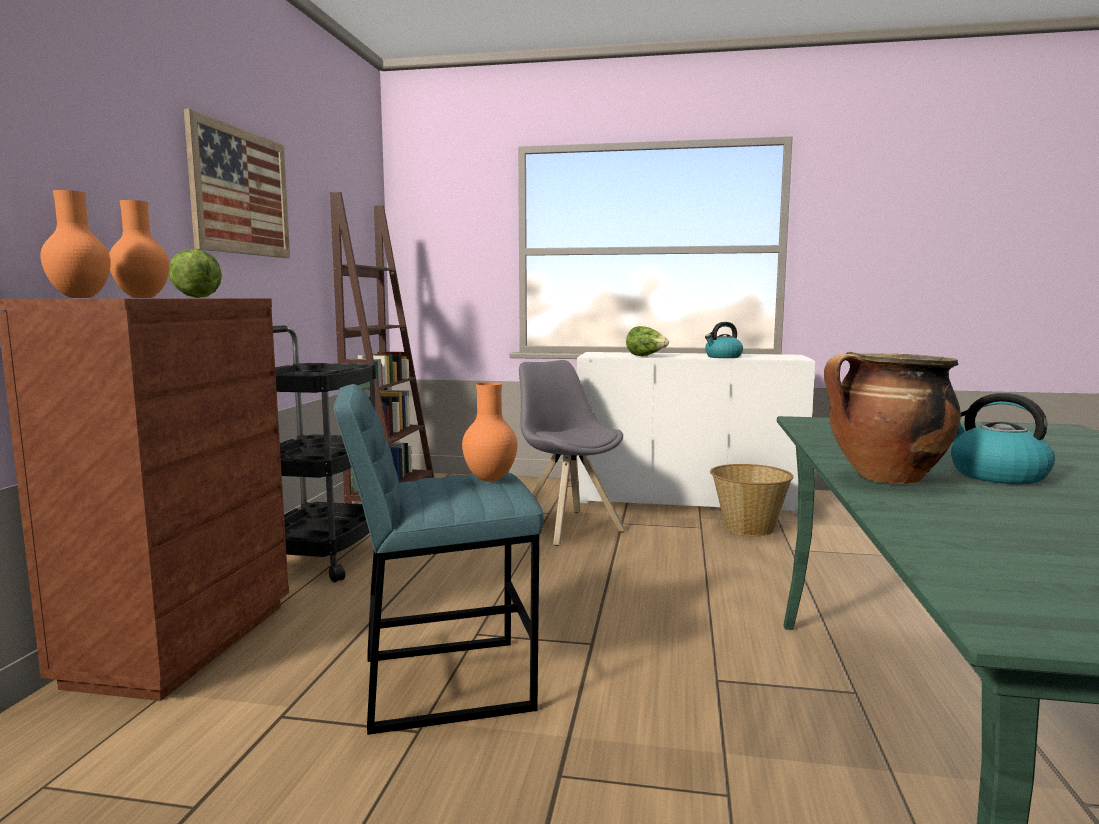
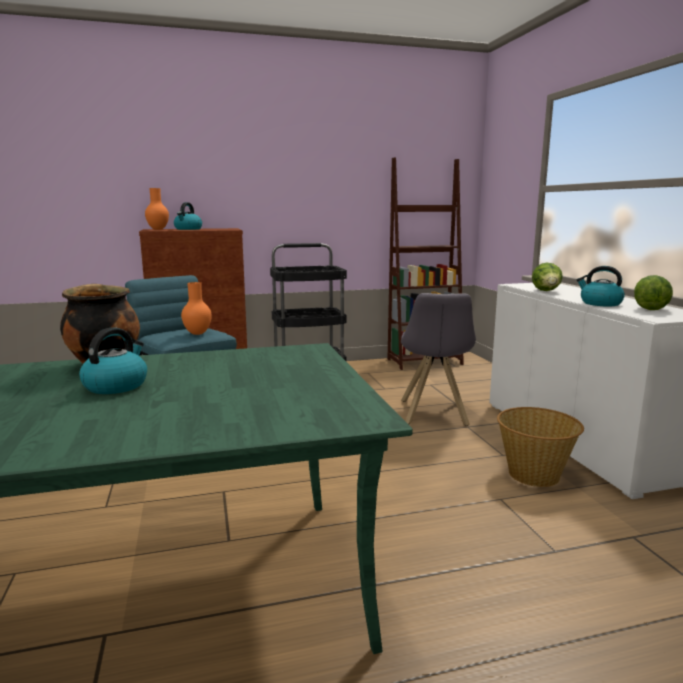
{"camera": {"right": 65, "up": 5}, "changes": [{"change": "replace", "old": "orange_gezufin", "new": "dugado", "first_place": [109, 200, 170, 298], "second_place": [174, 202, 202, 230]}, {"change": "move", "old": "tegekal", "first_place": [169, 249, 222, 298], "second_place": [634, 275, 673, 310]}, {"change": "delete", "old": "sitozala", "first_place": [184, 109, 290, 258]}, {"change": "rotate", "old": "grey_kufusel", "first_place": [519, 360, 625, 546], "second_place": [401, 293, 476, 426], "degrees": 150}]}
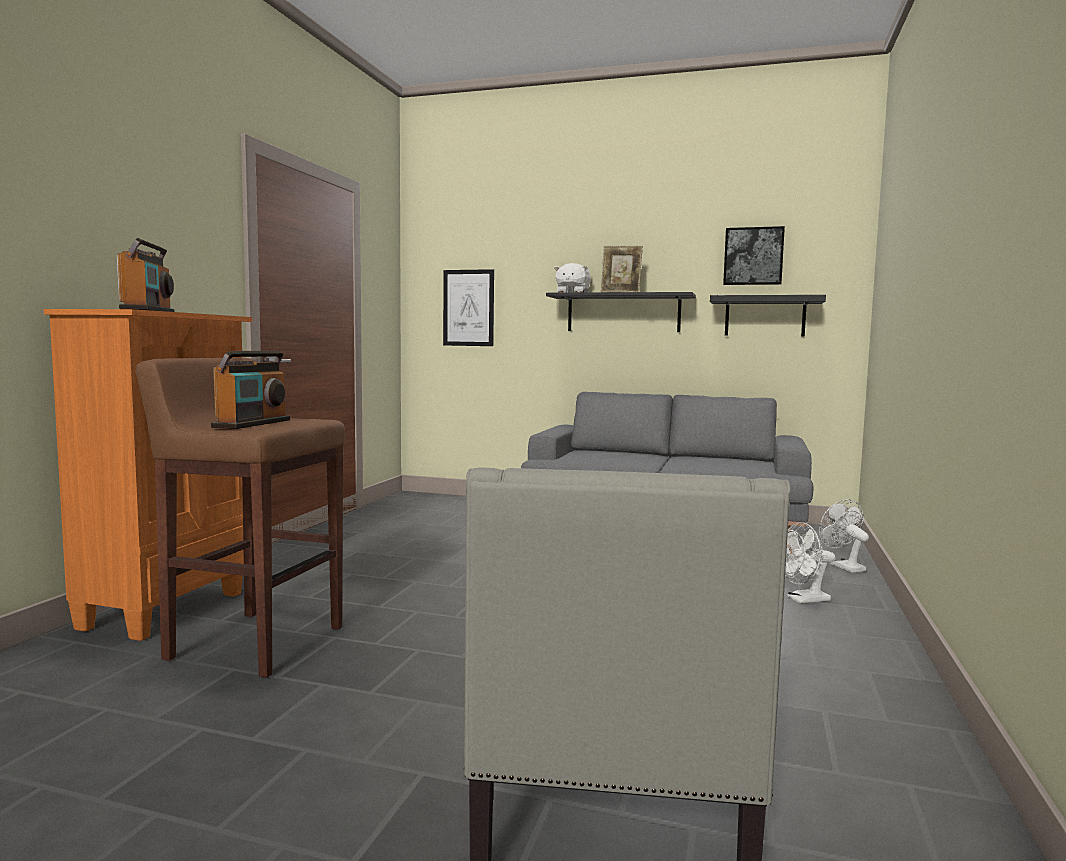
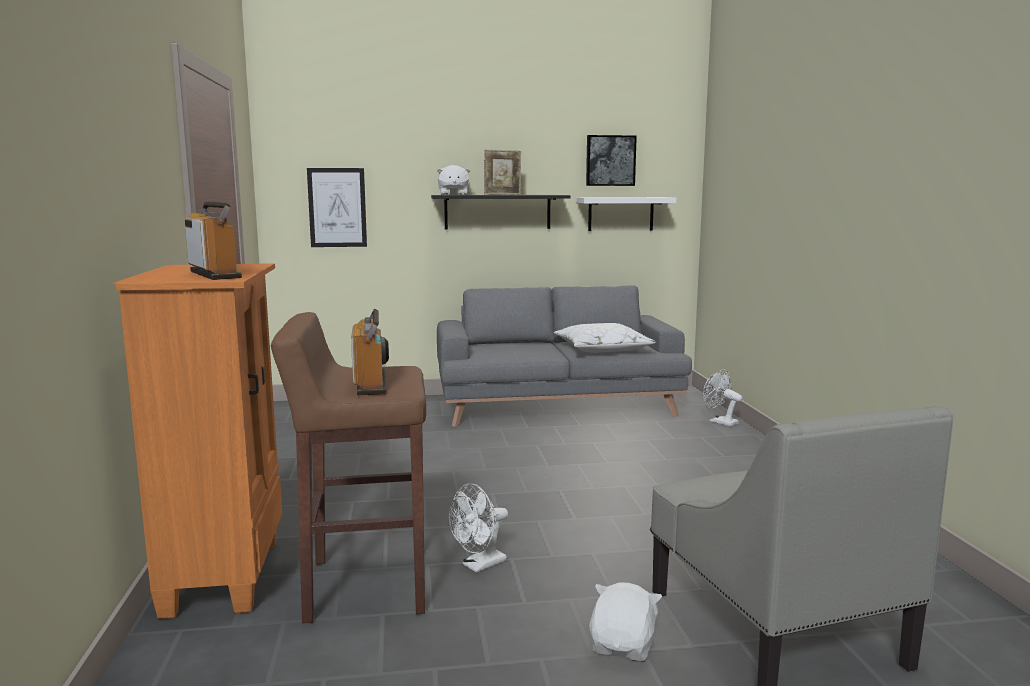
{"camera": {"right": -25, "up": 5}, "changes": [{"change": "recolor", "old": "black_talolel", "new": "white_talolel", "first_place": [710, 295, 826, 336], "second_place": [577, 197, 676, 231]}, {"change": "move", "old": "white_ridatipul", "first_place": [785, 522, 835, 604], "second_place": [449, 483, 508, 573]}, {"change": "insert", "new": "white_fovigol", "second_place": [554, 323, 656, 352]}, {"change": "insert", "new": "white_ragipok", "second_place": [589, 582, 662, 662]}]}
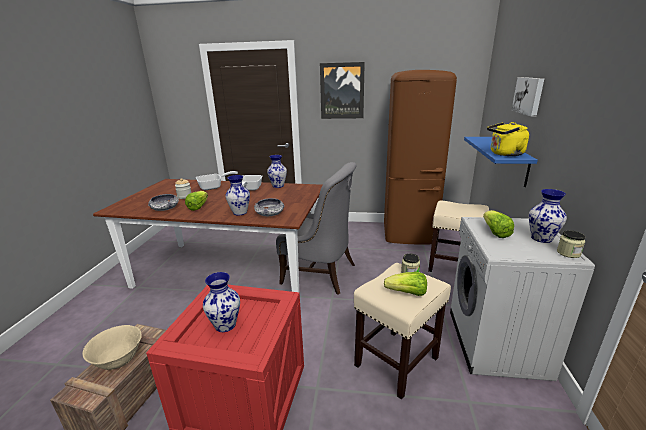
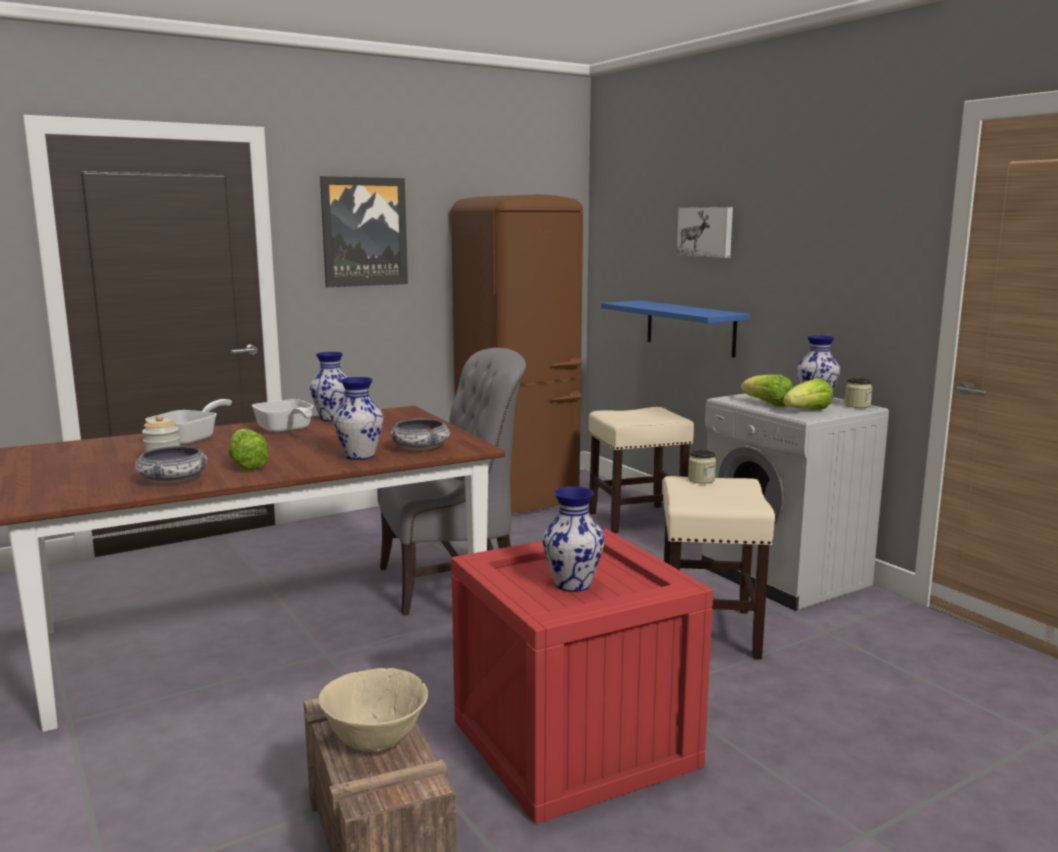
{"camera": {"right": -40, "up": -10}, "changes": [{"change": "move", "old": "tegekal", "first_place": [384, 272, 427, 296], "second_place": [783, 378, 833, 410]}, {"change": "delete", "old": "yellow_dugado", "first_place": [487, 122, 529, 156]}]}
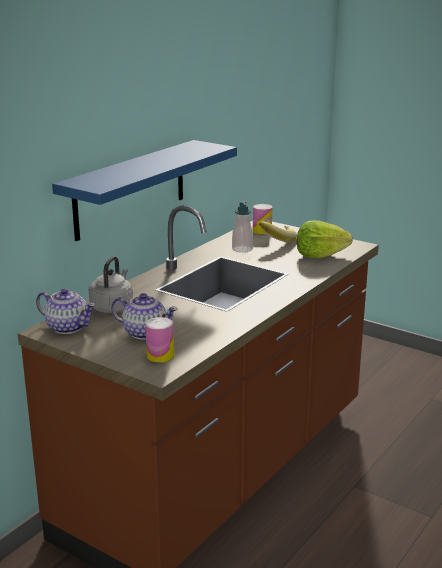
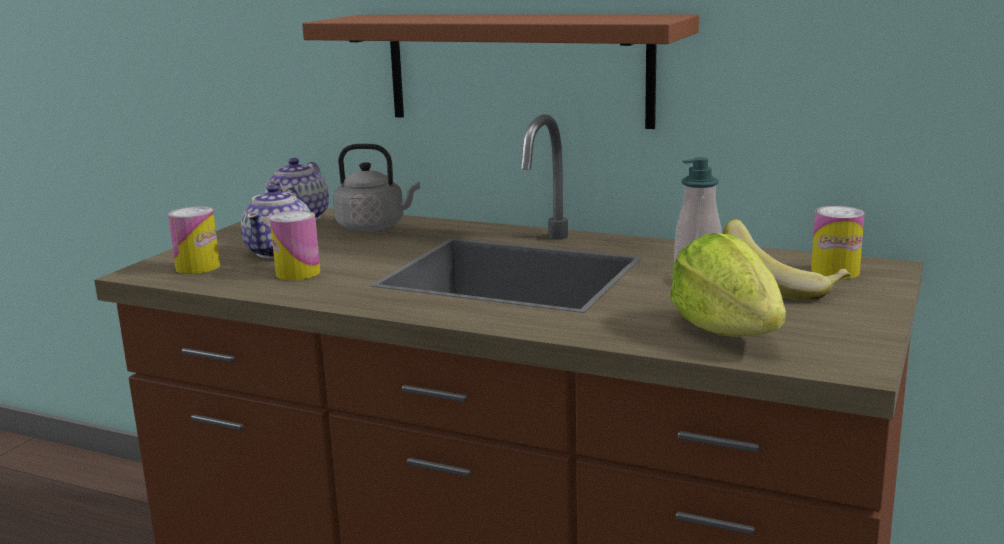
{"camera": {"right": 80, "up": -5}, "changes": [{"change": "recolor", "old": "blue_talolel", "new": "brown_talolel", "first_place": [52, 140, 237, 241], "second_place": [302, 14, 699, 129]}, {"change": "insert", "new": "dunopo", "second_place": [270, 211, 321, 280]}]}
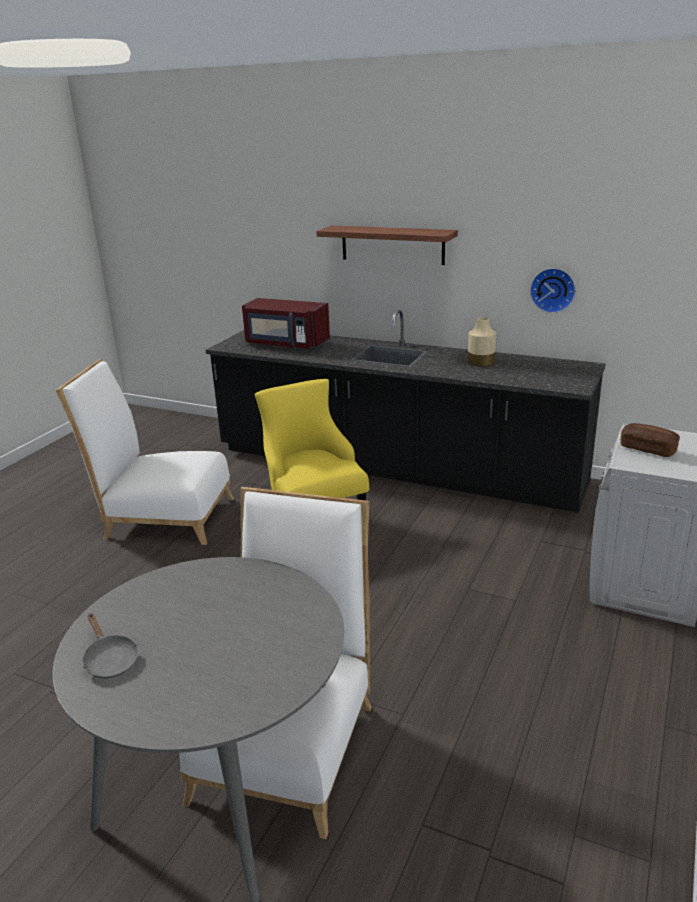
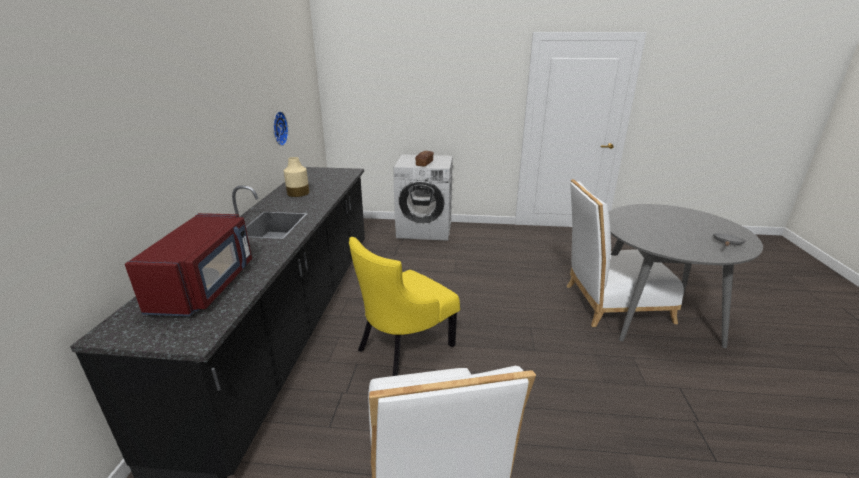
{"camera": {"right": -110, "up": 0}, "changes": [{"change": "delete", "old": "talolel", "first_place": [316, 225, 458, 265]}]}
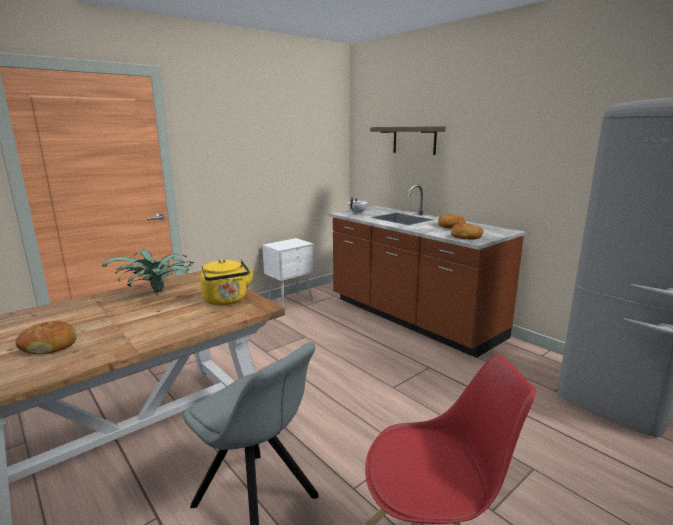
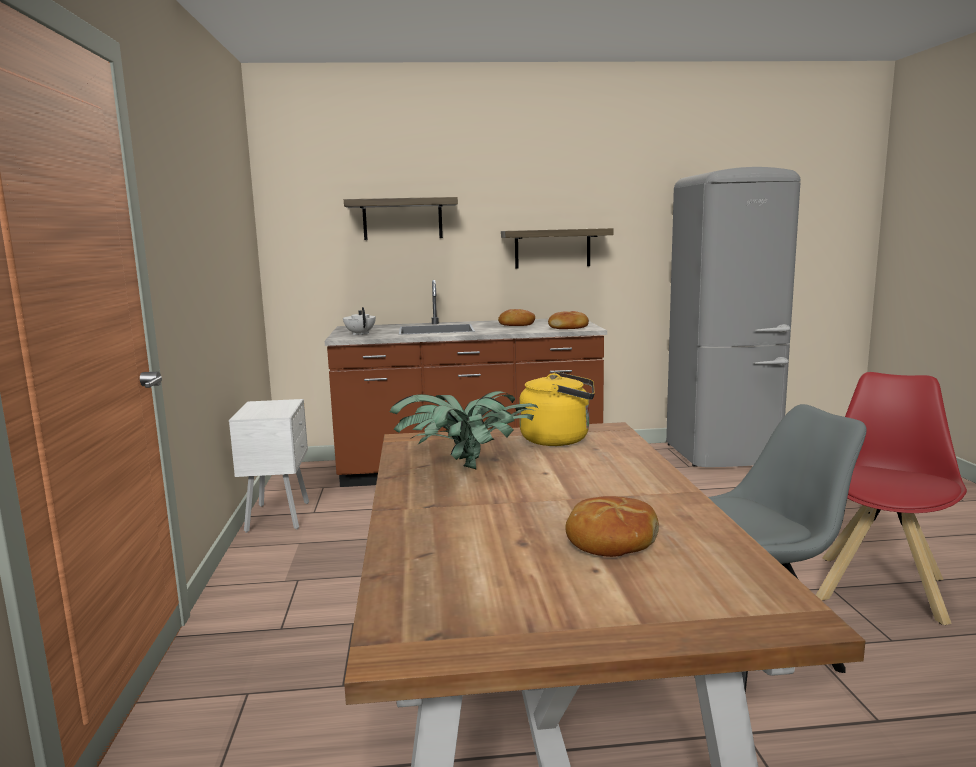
{"camera": {"right": -55, "up": -5}, "changes": [{"change": "insert", "new": "talolel", "second_place": [501, 228, 614, 269]}]}
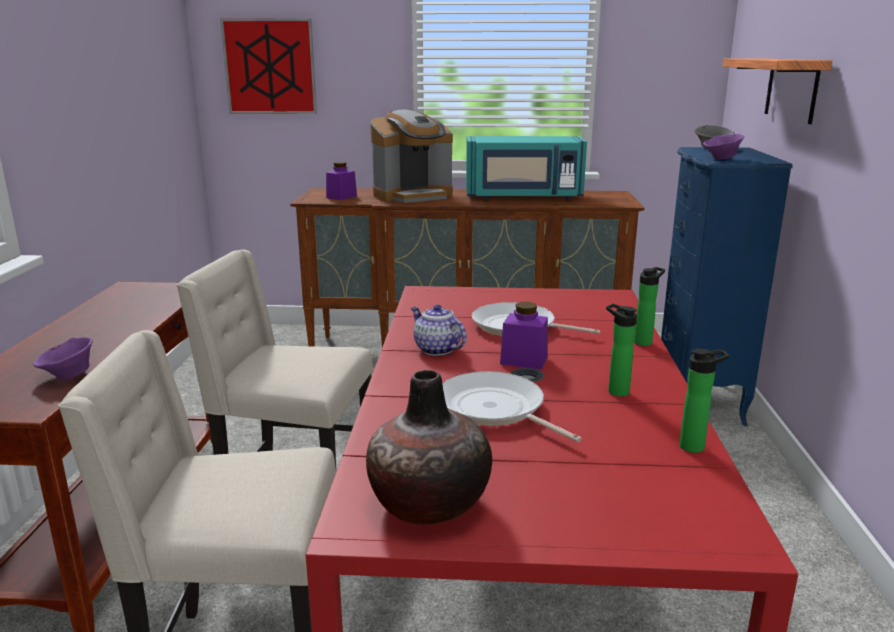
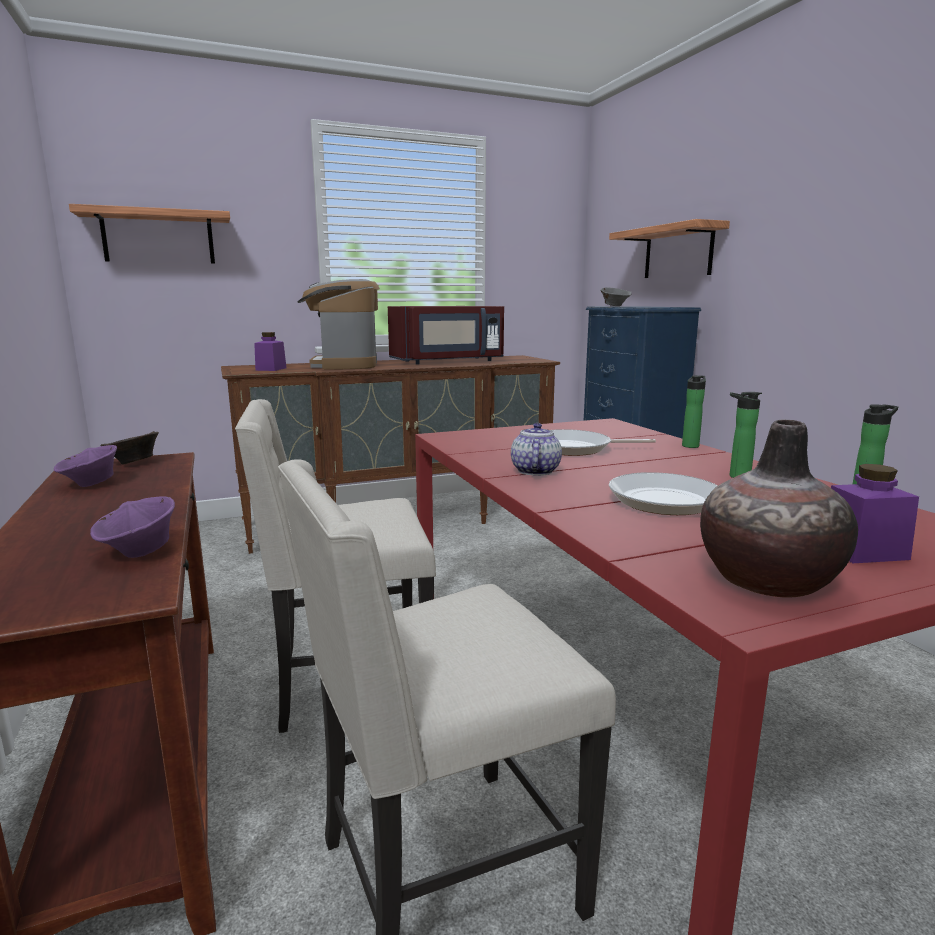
{"camera": {"right": -25, "up": -5}, "changes": [{"change": "replace", "old": "sitozala", "new": "talolel", "first_place": [220, 19, 317, 114], "second_place": [69, 204, 230, 264]}, {"change": "rotate", "old": "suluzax", "first_place": [370, 110, 453, 203], "second_place": [297, 279, 380, 369], "degrees": 135}, {"change": "rotate", "old": "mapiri", "first_place": [411, 305, 466, 356], "second_place": [511, 423, 562, 476], "degrees": 75}, {"change": "recolor", "old": "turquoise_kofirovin", "new": "red_kofirovin", "first_place": [466, 136, 587, 200], "second_place": [388, 306, 504, 364]}, {"change": "move", "old": "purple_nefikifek", "first_place": [500, 302, 548, 370], "second_place": [831, 464, 919, 563]}, {"change": "move", "old": "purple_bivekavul", "first_place": [703, 134, 744, 159], "second_place": [54, 445, 117, 487]}, {"change": "insert", "new": "brown_bivekavul", "second_place": [101, 431, 159, 465]}]}
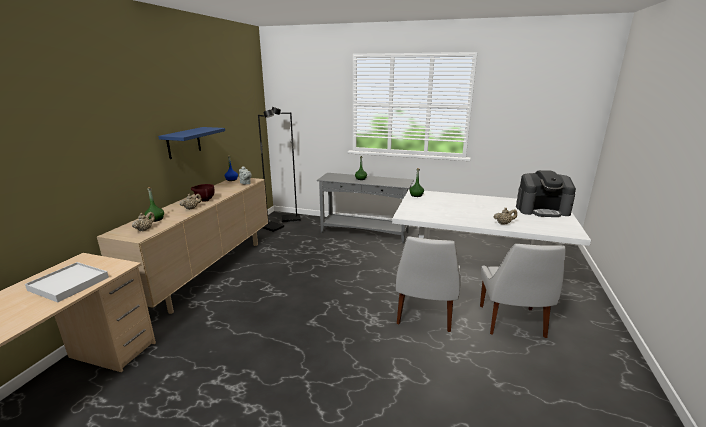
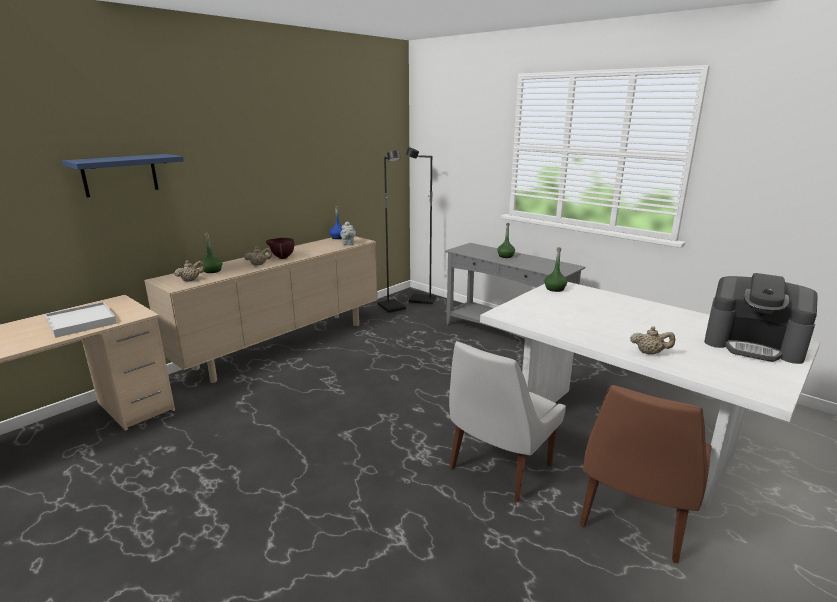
{"camera": {"right": 25, "up": 0}, "changes": [{"change": "move", "old": "blue_talolel", "first_place": [158, 127, 225, 159], "second_place": [62, 154, 184, 198]}, {"change": "recolor", "old": "white_kufusel", "new": "brown_kufusel", "first_place": [480, 244, 565, 338], "second_place": [580, 385, 712, 563]}]}
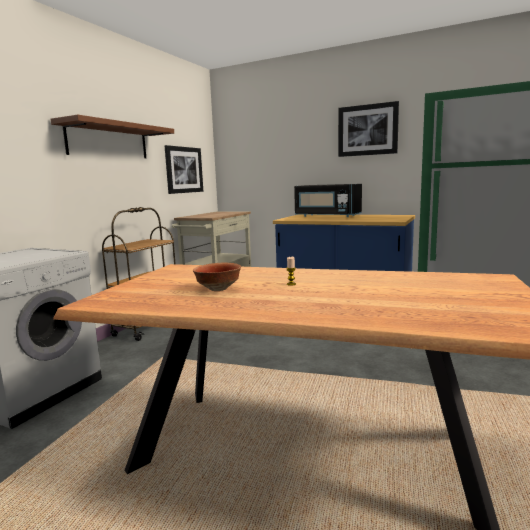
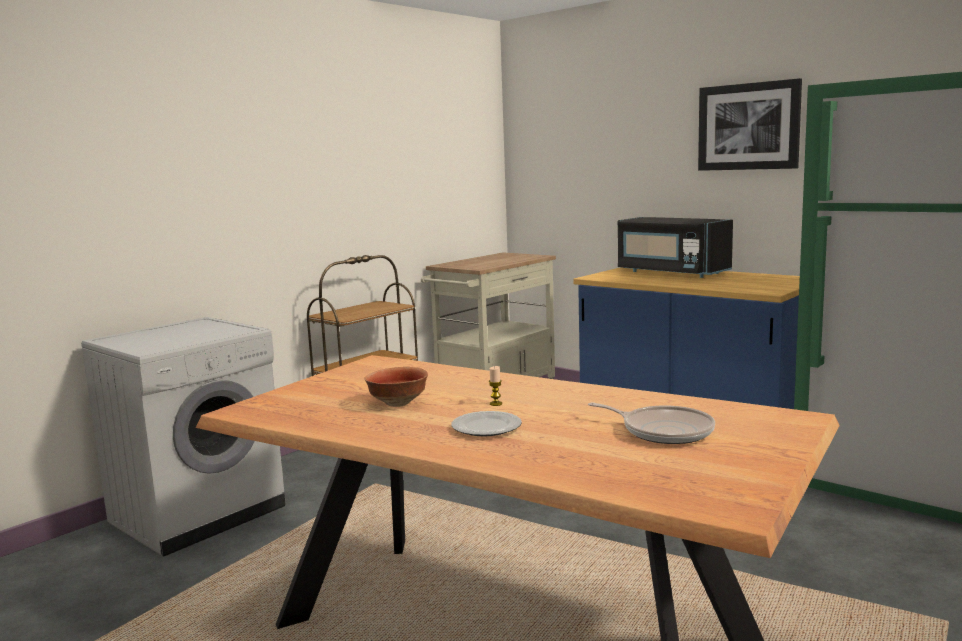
{"camera": {"right": 15, "up": 0}, "changes": [{"change": "delete", "old": "brown_talolel", "first_place": [51, 115, 174, 158]}, {"change": "delete", "old": "sitozala", "first_place": [165, 145, 203, 194]}, {"change": "insert", "new": "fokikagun", "second_place": [451, 411, 522, 437]}, {"change": "insert", "new": "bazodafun", "second_place": [588, 403, 715, 444]}]}
